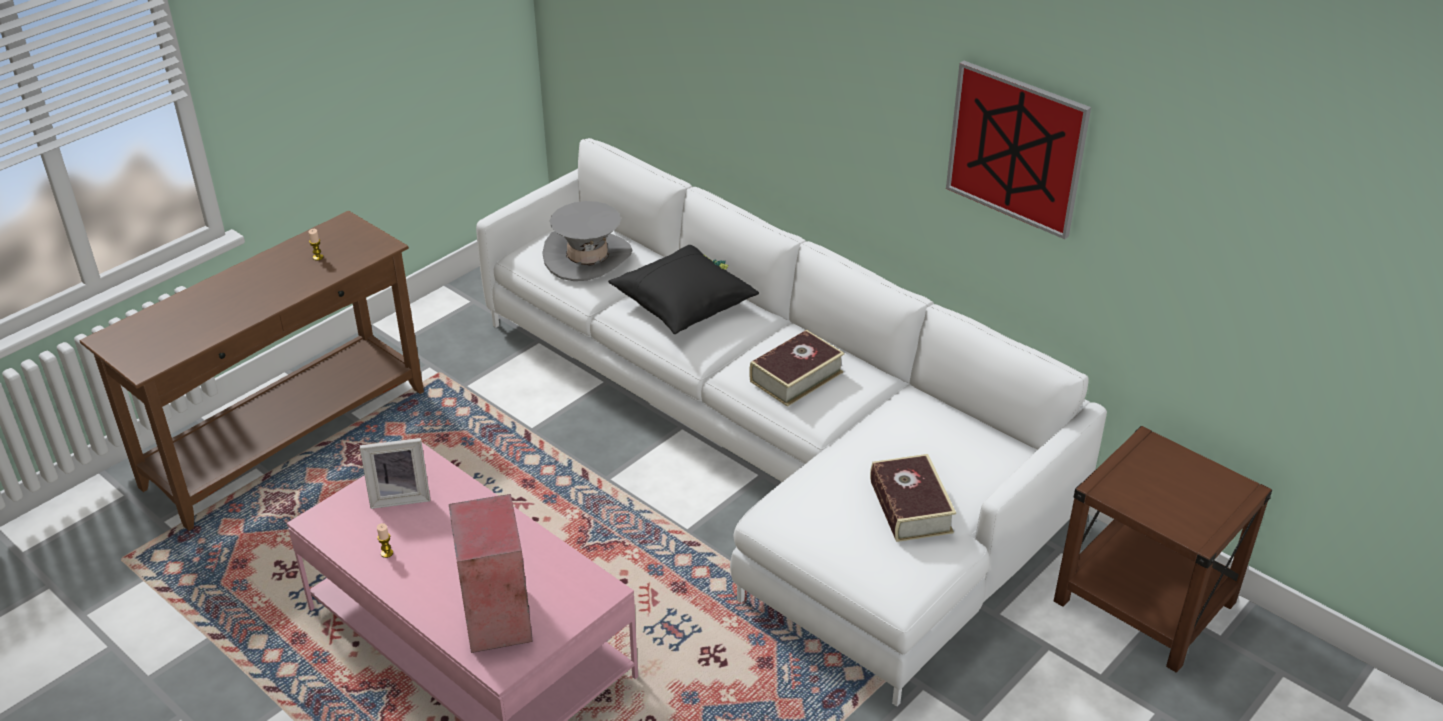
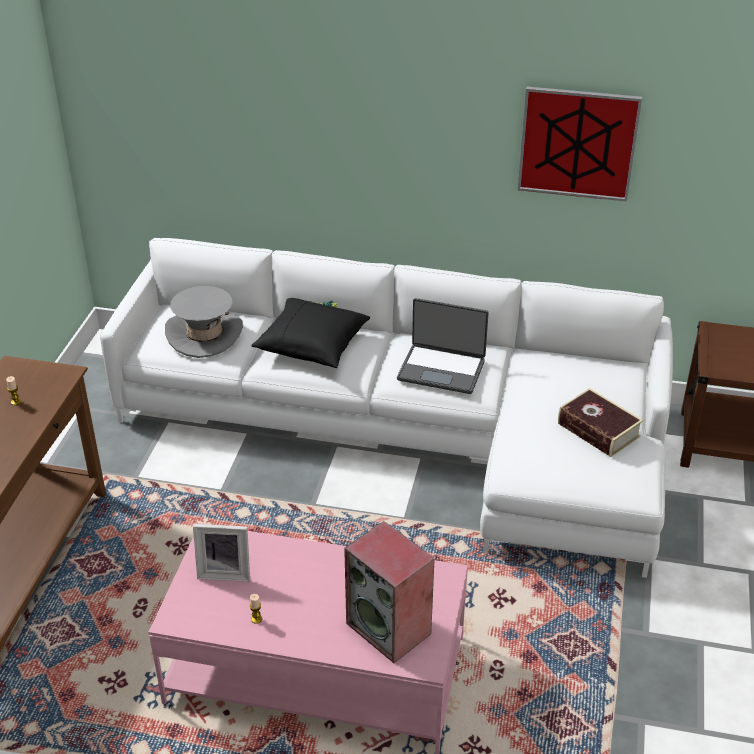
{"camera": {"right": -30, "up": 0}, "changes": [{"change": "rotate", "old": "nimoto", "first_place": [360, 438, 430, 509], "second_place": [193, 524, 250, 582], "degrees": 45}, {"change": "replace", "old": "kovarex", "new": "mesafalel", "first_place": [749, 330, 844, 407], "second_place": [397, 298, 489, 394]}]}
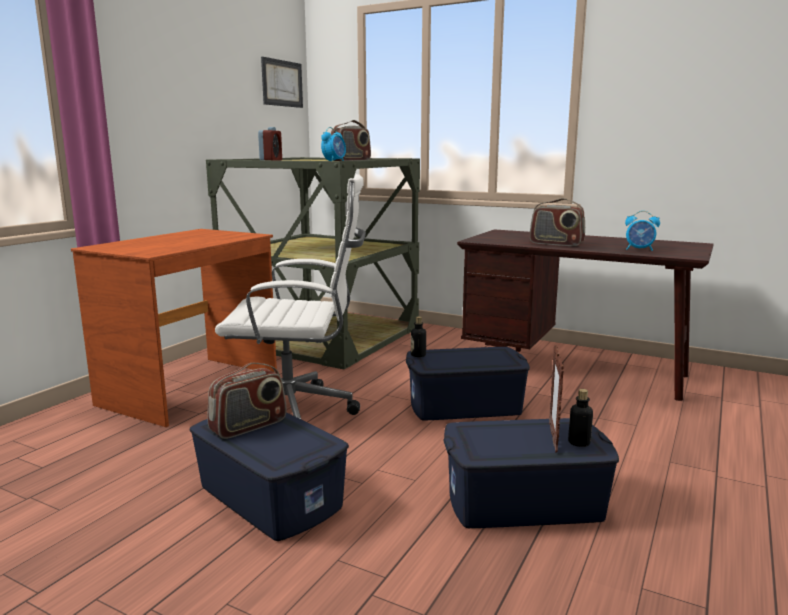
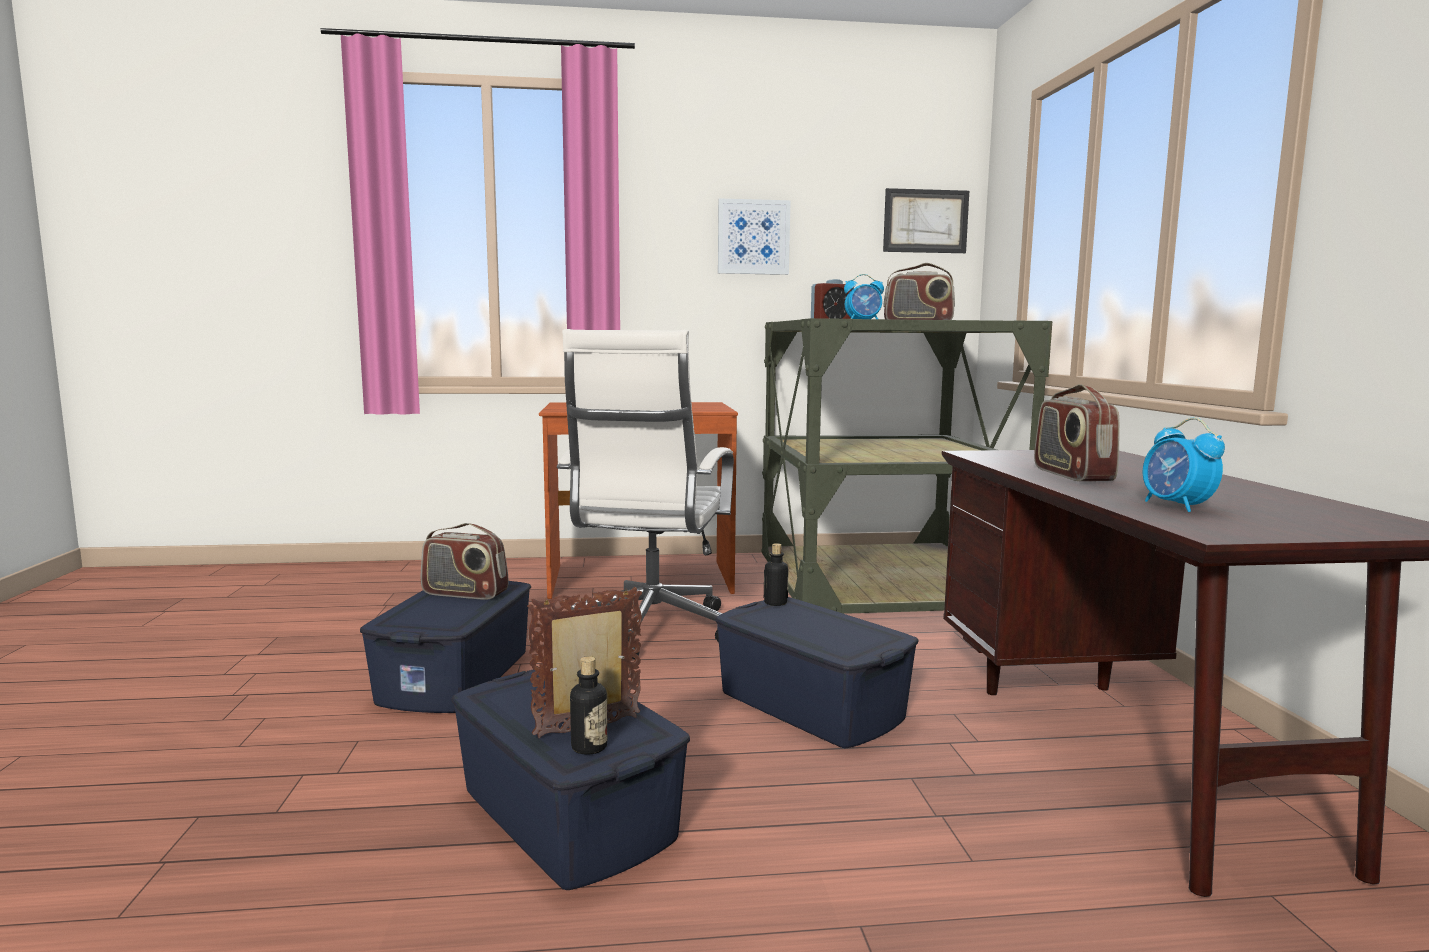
{"camera": {"right": 55, "up": -5}, "changes": [{"change": "rotate", "old": "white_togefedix", "first_place": [215, 174, 366, 419], "second_place": [557, 329, 734, 659], "degrees": 45}, {"change": "insert", "new": "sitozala", "second_place": [718, 198, 791, 275]}]}
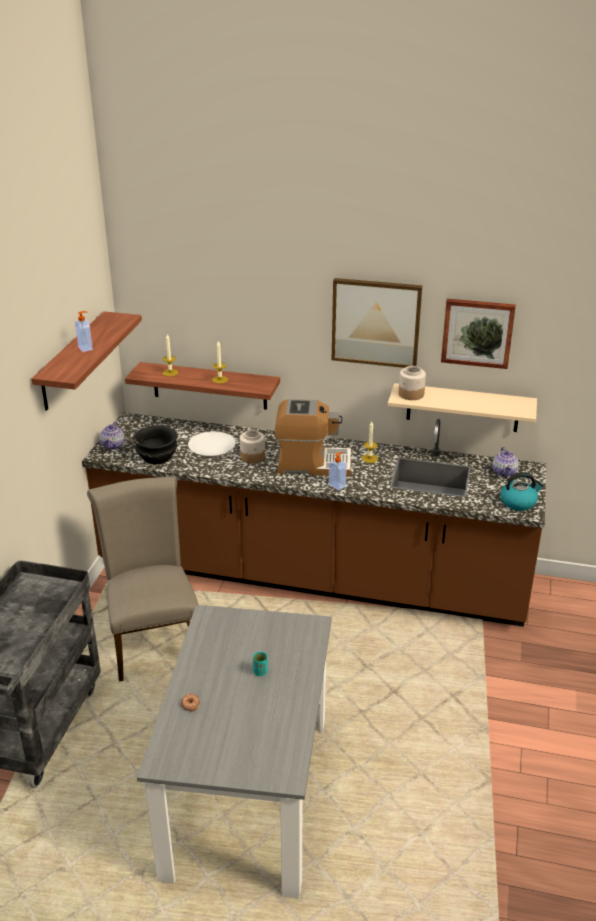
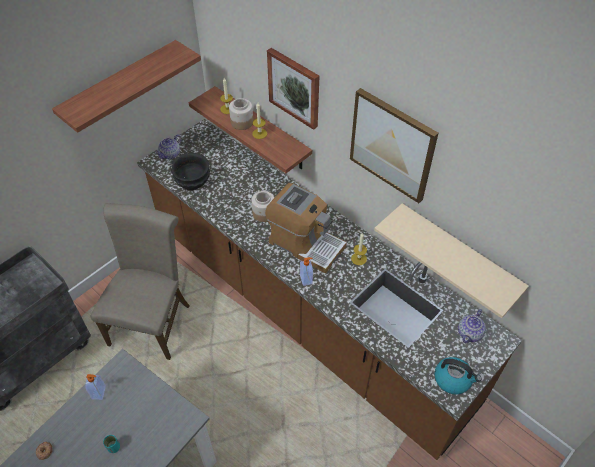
{"camera": {"right": 30, "up": 20}, "changes": [{"change": "move", "old": "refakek", "first_place": [75, 311, 93, 352], "second_place": [85, 374, 106, 400]}, {"change": "delete", "old": "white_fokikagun", "first_place": [188, 431, 236, 456]}, {"change": "move", "old": "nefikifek", "first_place": [399, 366, 426, 400], "second_place": [229, 98, 253, 130]}, {"change": "move", "old": "sitozala", "first_place": [441, 299, 516, 369], "second_place": [267, 48, 319, 130]}]}
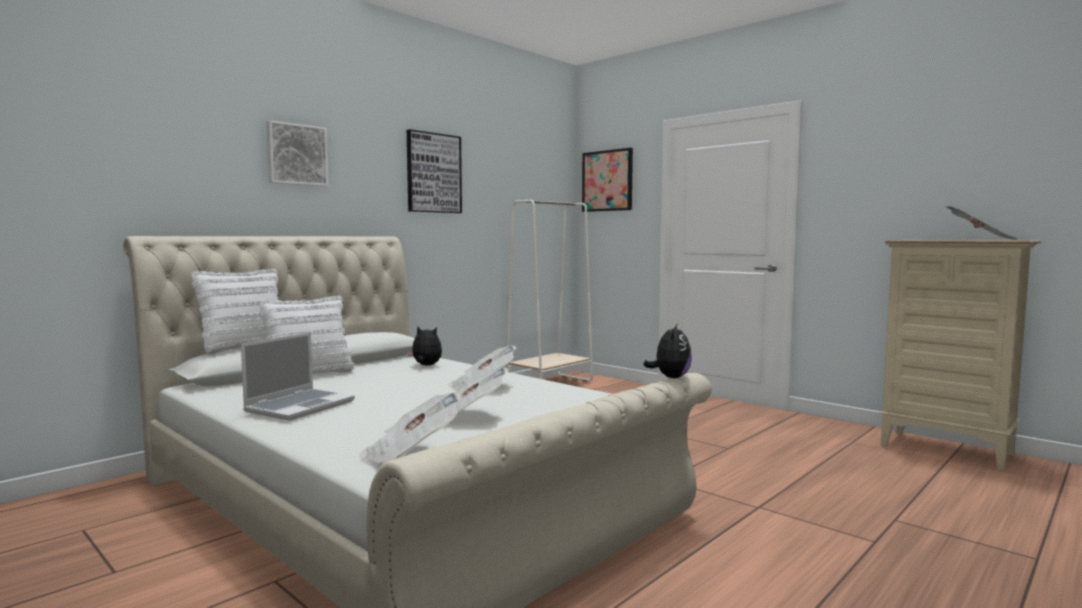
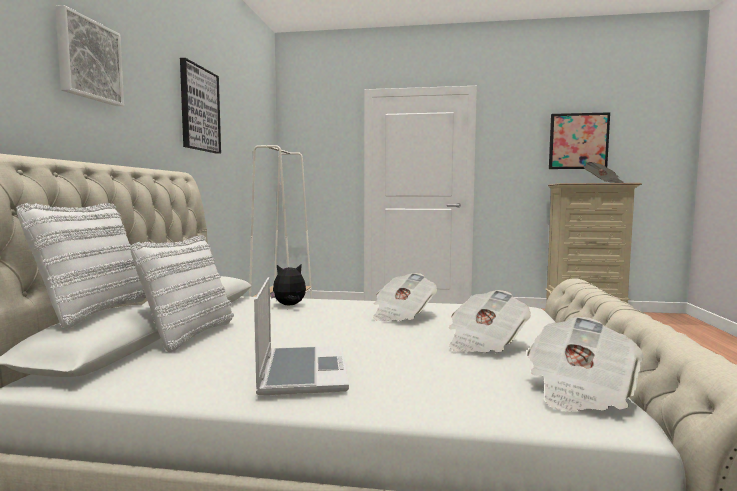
{"camera": {"right": -35, "up": 0}, "changes": [{"change": "move", "old": "sitozala", "first_place": [582, 148, 633, 212], "second_place": [549, 112, 610, 169]}, {"change": "delete", "old": "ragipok", "first_place": [643, 324, 692, 378]}]}
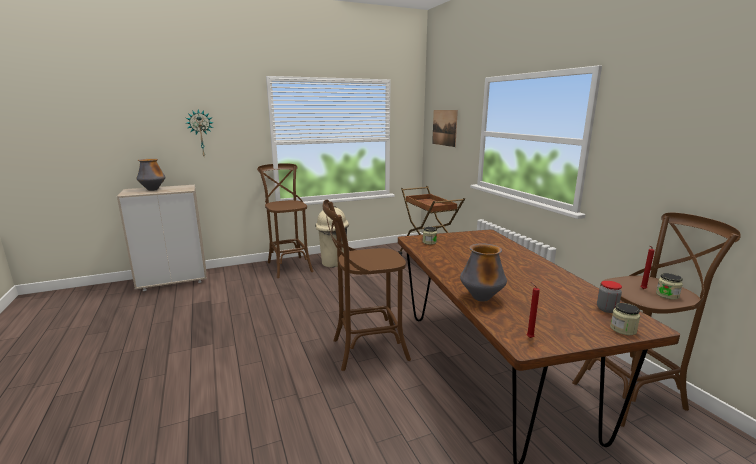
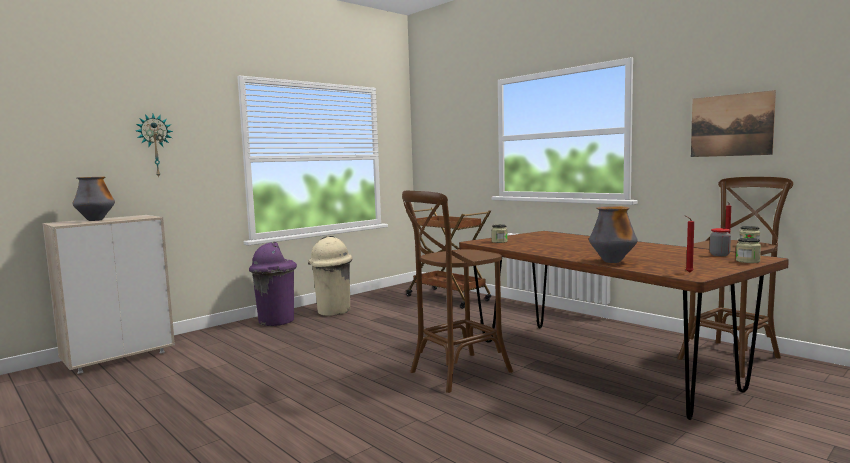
{"camera": {"right": -20, "up": -10}, "changes": [{"change": "replace", "old": "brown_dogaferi", "new": "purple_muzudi", "first_place": [257, 163, 313, 278], "second_place": [249, 242, 297, 326]}, {"change": "move", "old": "sitozala", "first_place": [432, 110, 458, 147], "second_place": [691, 90, 776, 157]}]}
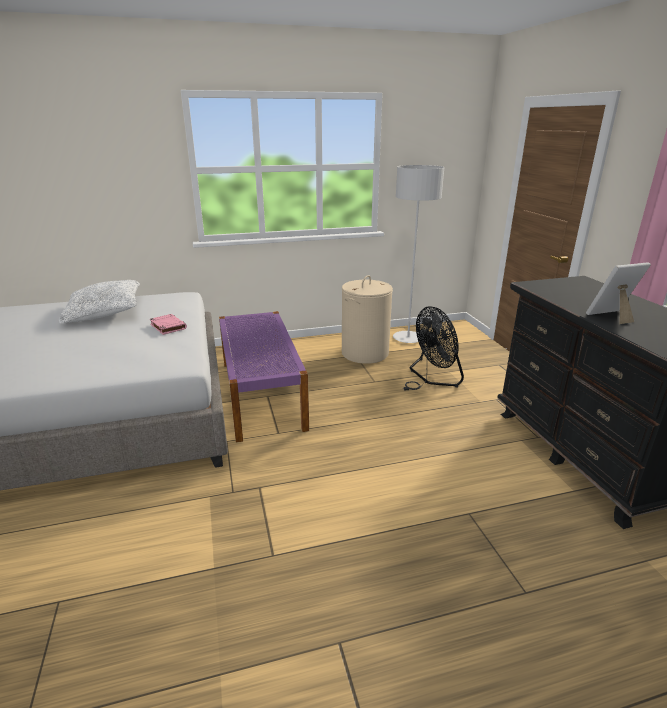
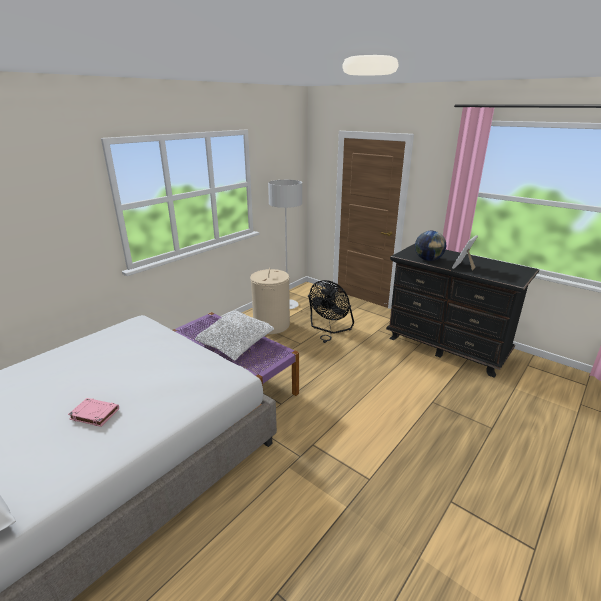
{"camera": {"right": -35, "up": 0}, "changes": [{"change": "move", "old": "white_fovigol", "first_place": [59, 280, 140, 324], "second_place": [195, 310, 274, 360]}, {"change": "move", "old": "pink_kovarex", "first_place": [149, 314, 187, 335], "second_place": [68, 398, 119, 427]}, {"change": "insert", "new": "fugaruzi", "second_place": [415, 231, 446, 261]}]}
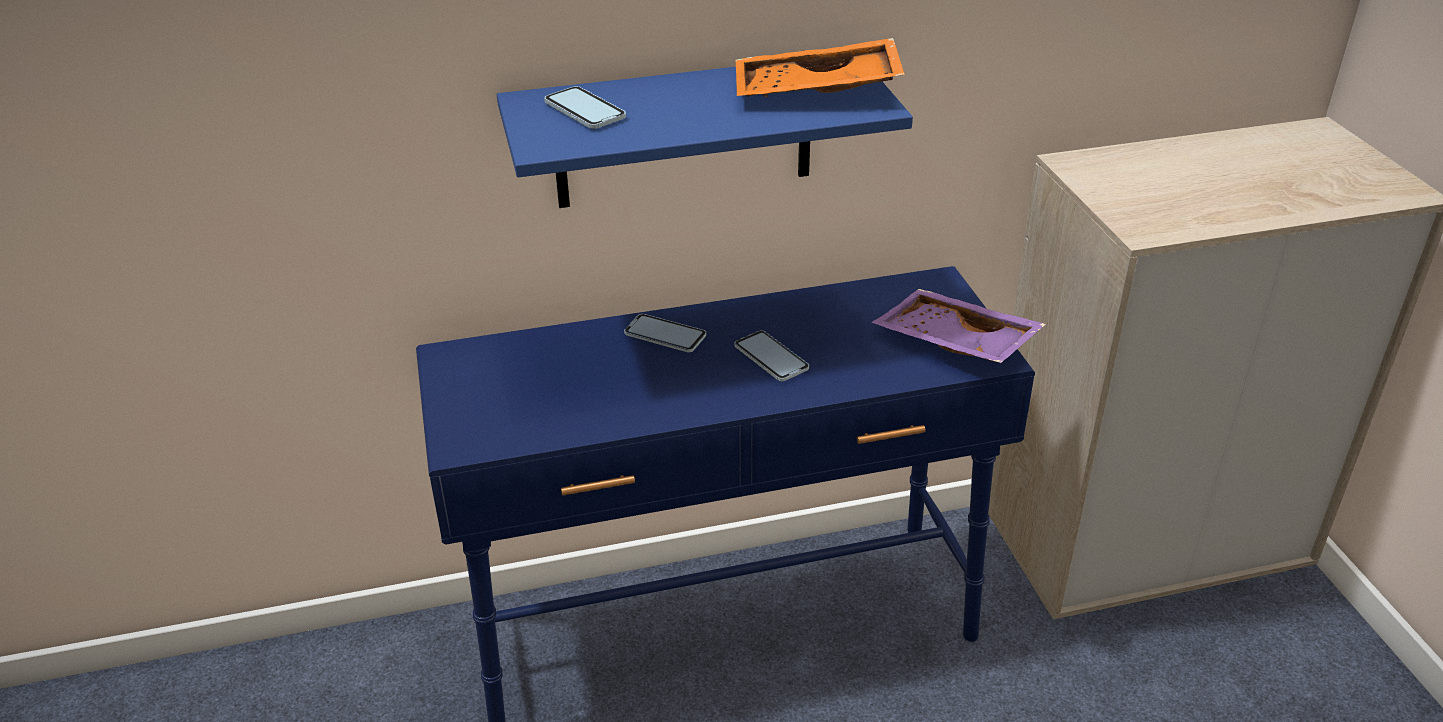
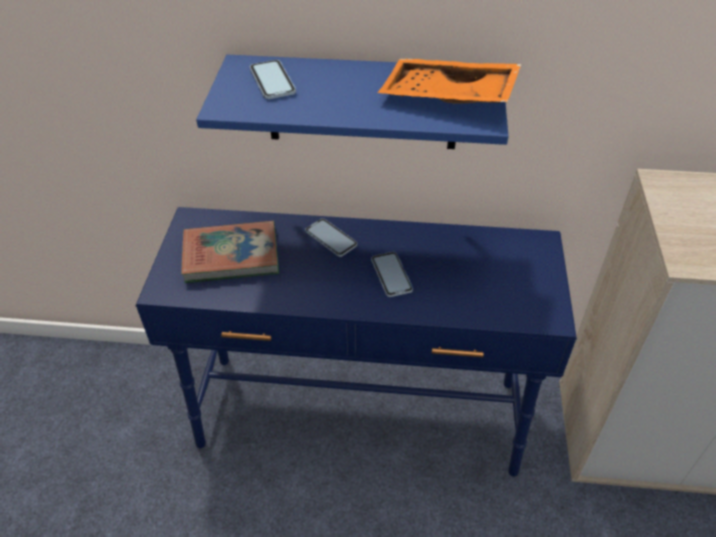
{"camera": {"right": 20, "up": 10}, "changes": [{"change": "delete", "old": "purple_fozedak", "first_place": [871, 289, 1046, 363]}, {"change": "insert", "new": "kovarex", "second_place": [181, 221, 279, 283]}]}
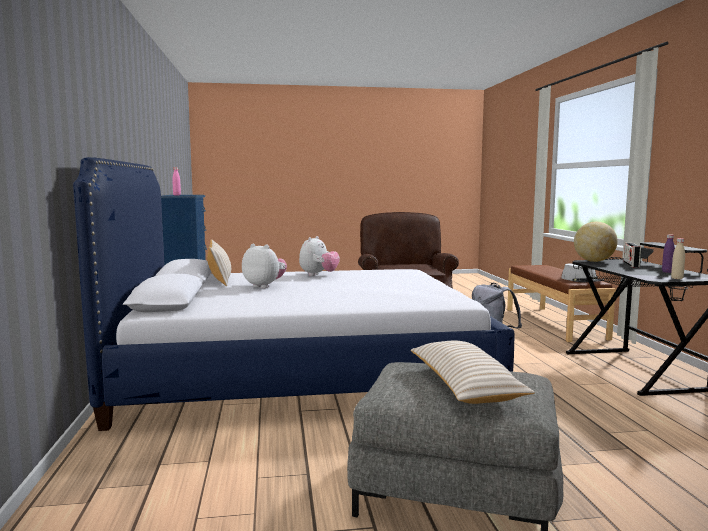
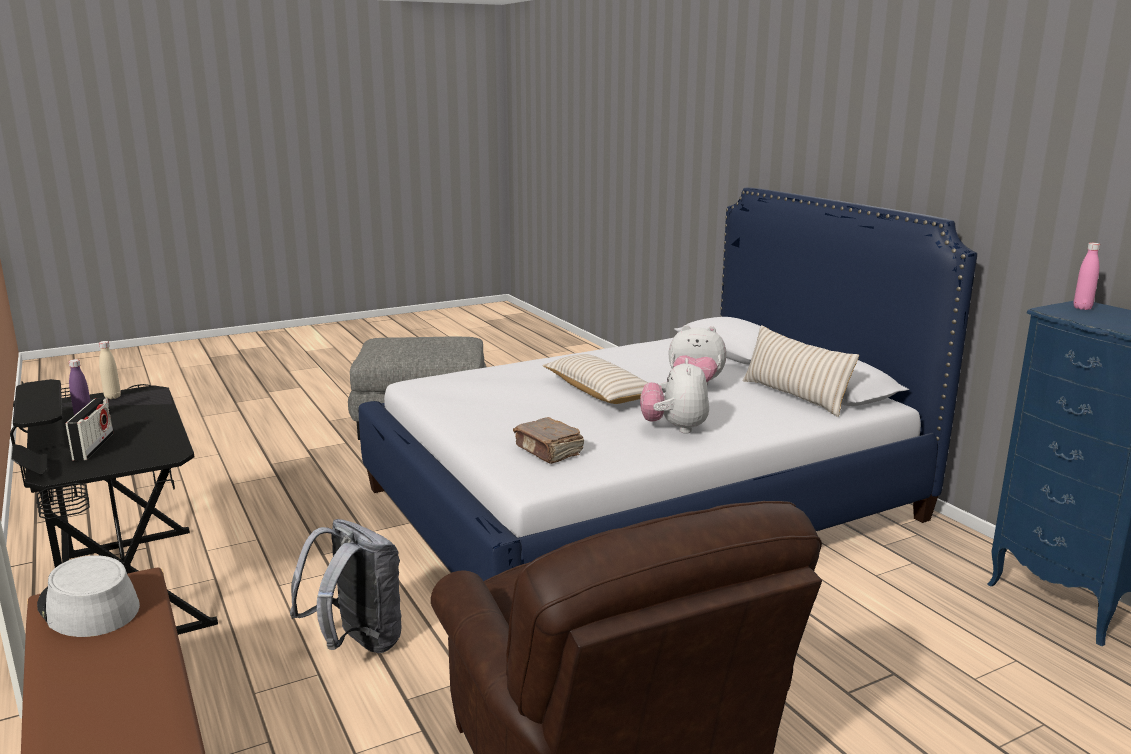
{"camera": {"right": 160, "up": 10}, "changes": [{"change": "move", "old": "beige_fovigol", "first_place": [411, 341, 535, 404], "second_place": [543, 354, 648, 404]}, {"change": "delete", "old": "fugaruzi", "first_place": [574, 222, 618, 262]}, {"change": "insert", "new": "brown_kovarex", "second_place": [513, 417, 584, 464]}]}
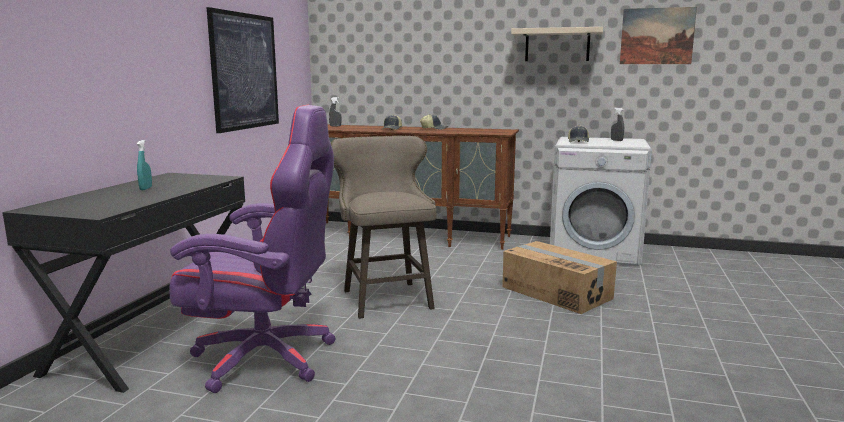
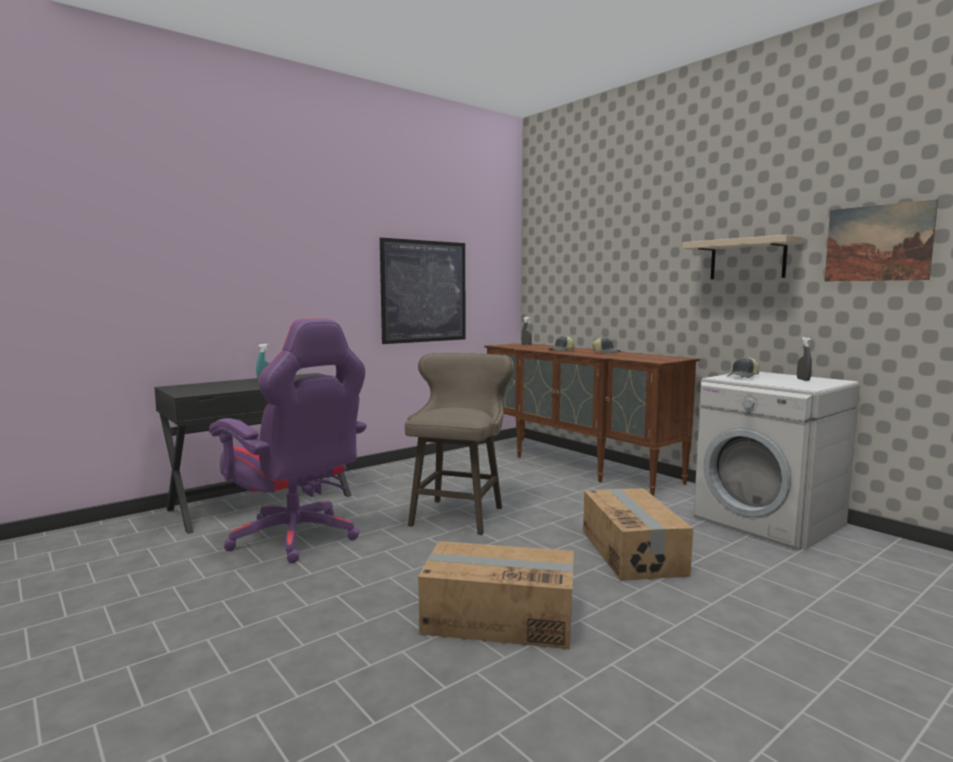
{"camera": {"right": 35, "up": -5}, "changes": [{"change": "insert", "new": "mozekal", "second_place": [418, 541, 574, 649]}]}
